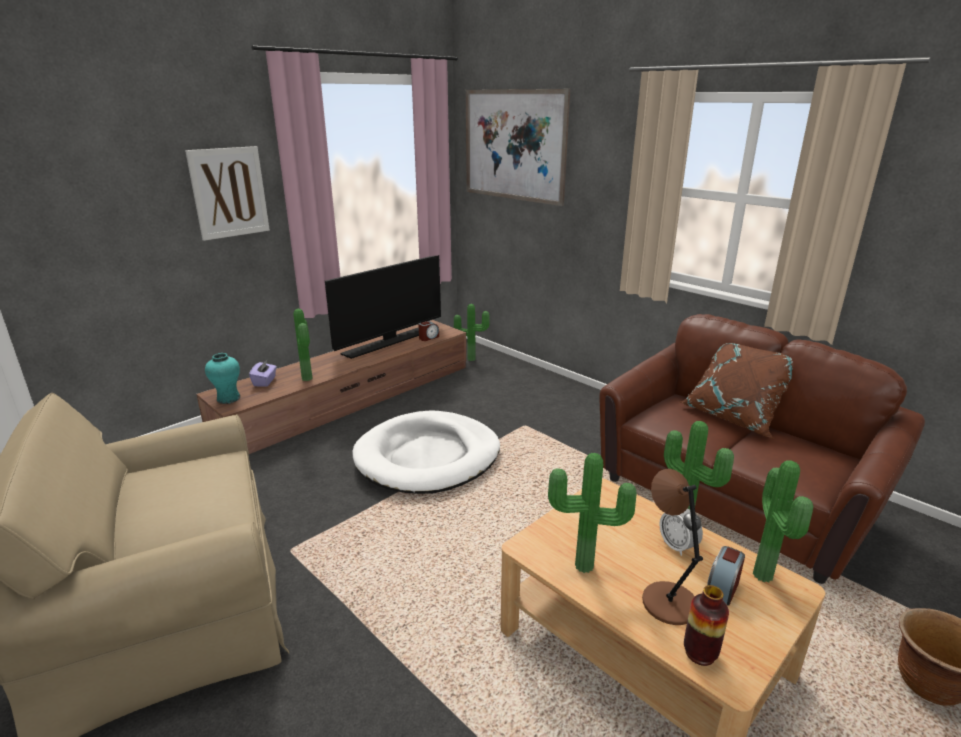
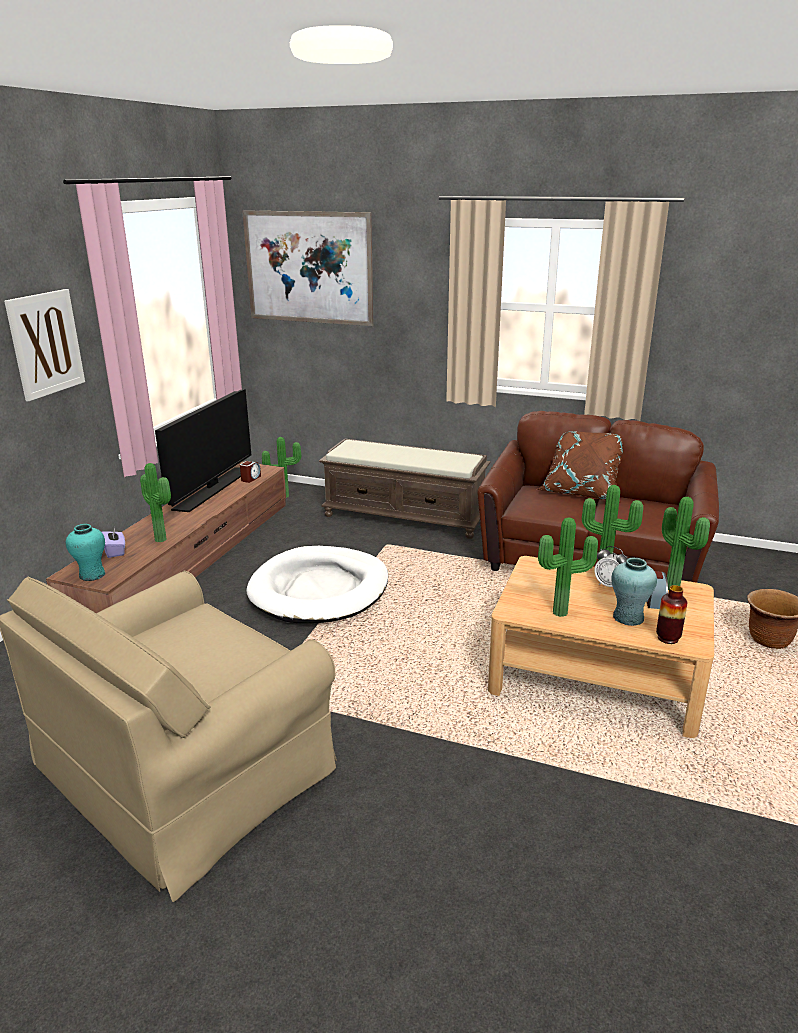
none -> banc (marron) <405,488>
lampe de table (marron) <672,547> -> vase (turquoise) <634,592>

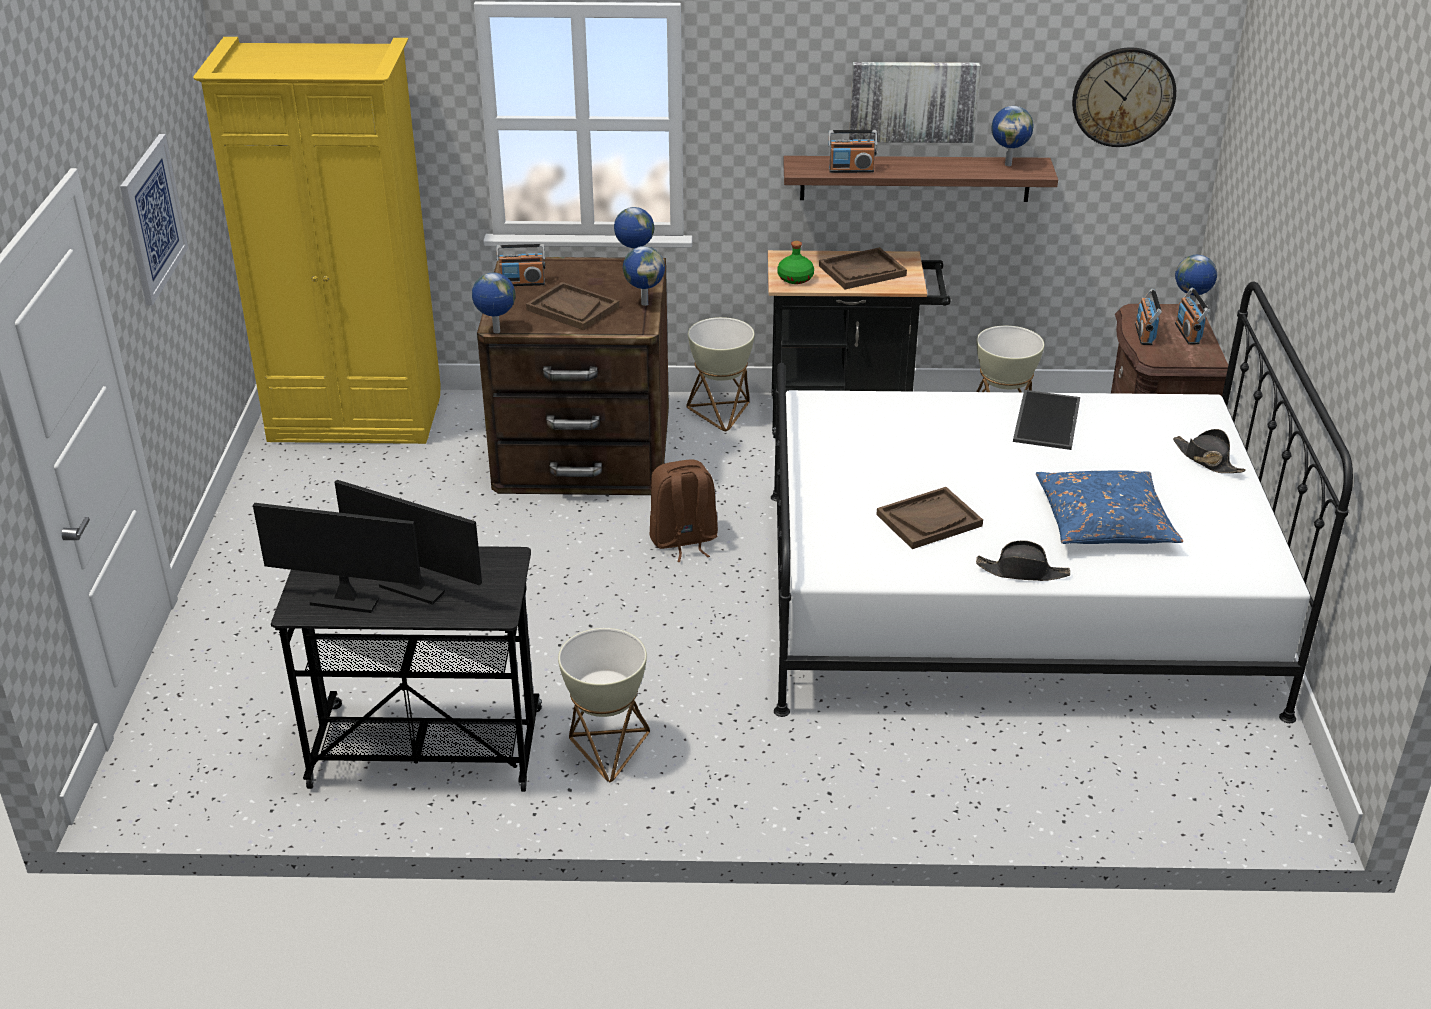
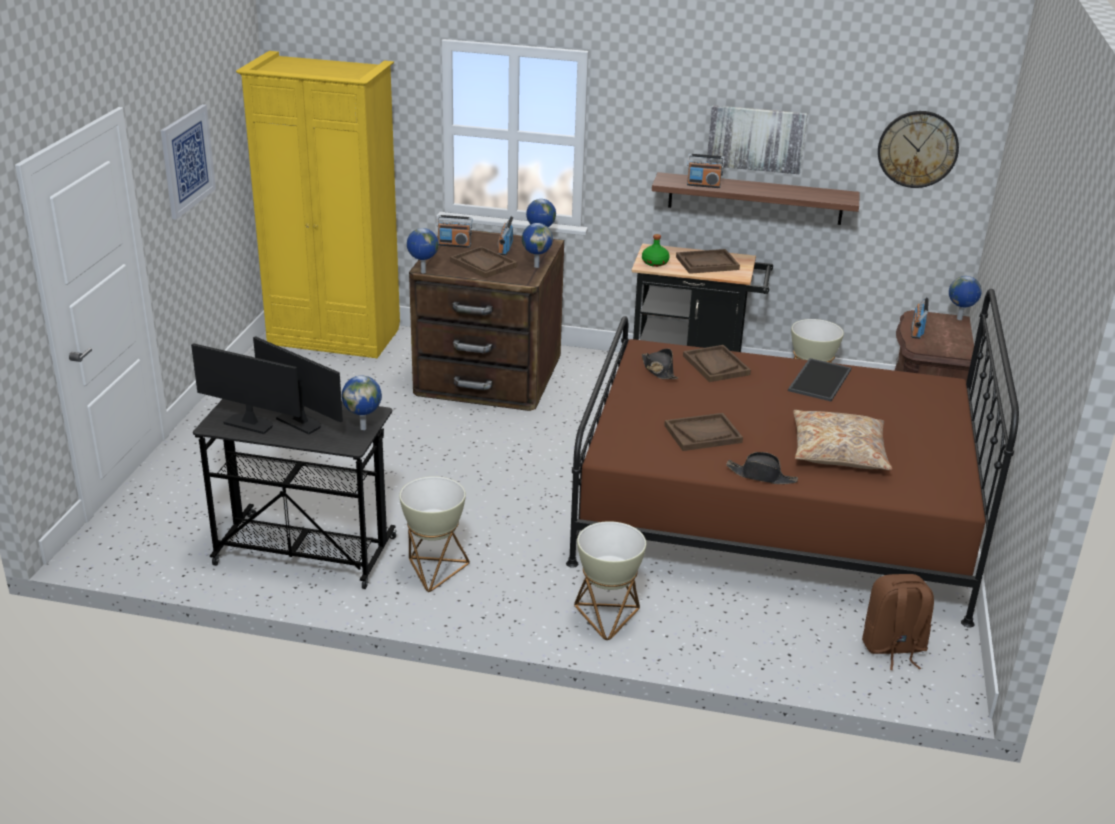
none -> plateau (marron) <717,363>
sac à dos (marron) <684,510> -> sac à dos (marron) <898,622>, shifted
cache-pot <720,374> -> cache-pot <610,580>, shifted
globe <1012,136> -> globe <362,402>, shifted
chapeau (noir) <1209,451> -> chapeau (noir) <659,363>, shifted
radio <1192,316> -> radio <505,235>, shifted
lit (blanc) <1062,502> -> lit (marron) <792,458>
coussin (bleu) <1109,507> -> coussin (beige) <842,440>

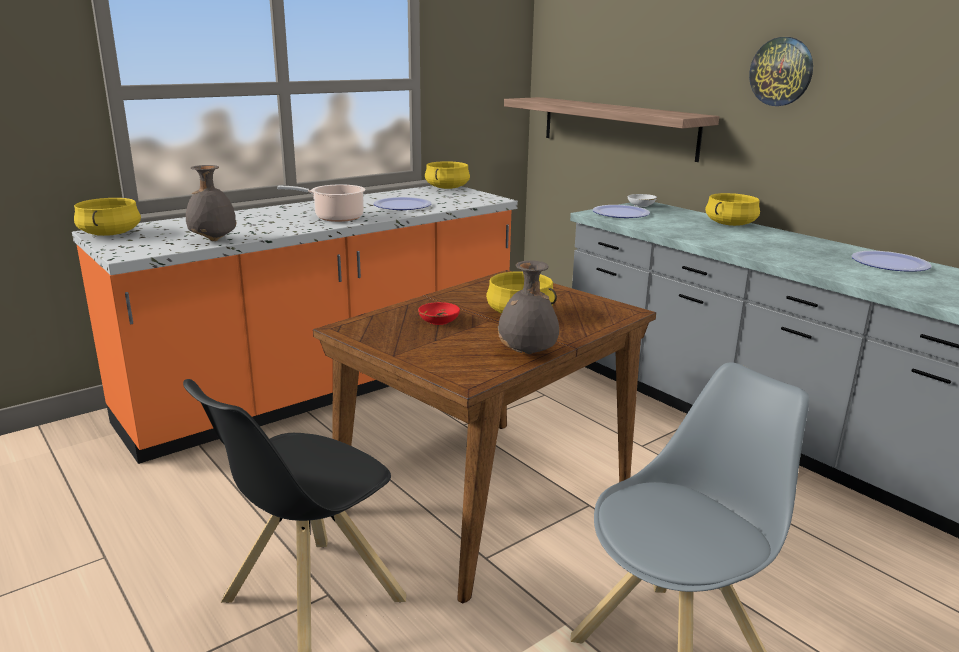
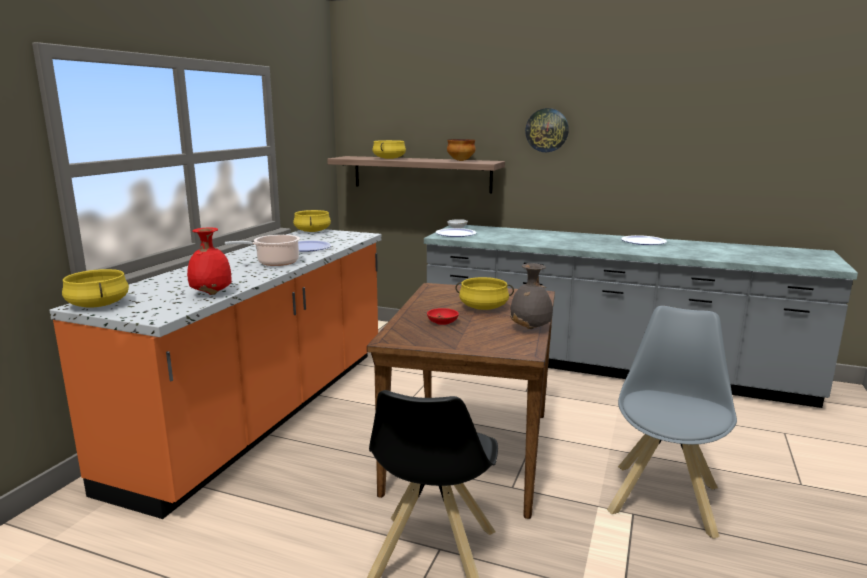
none -> bol <461,150>
marmite (jaune) <732,209> -> marmite (jaune) <389,149>, shifted
vase (gris) <211,203> -> vase (rouge) <209,261>

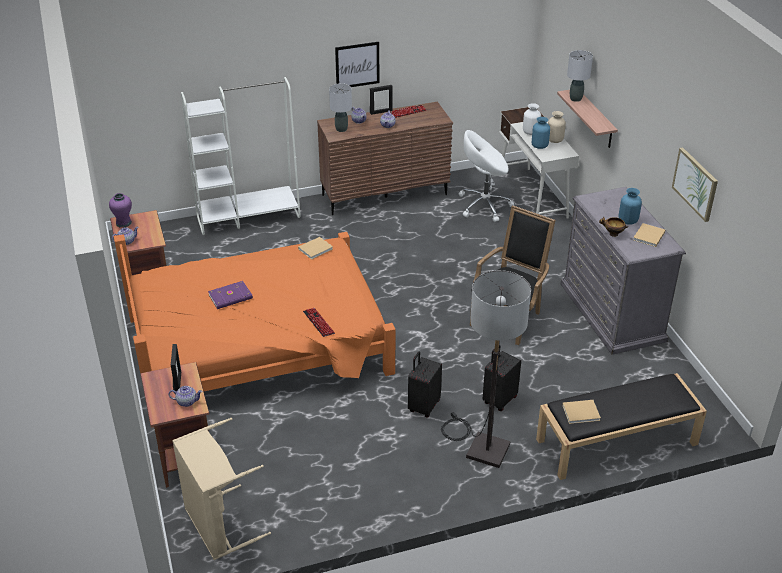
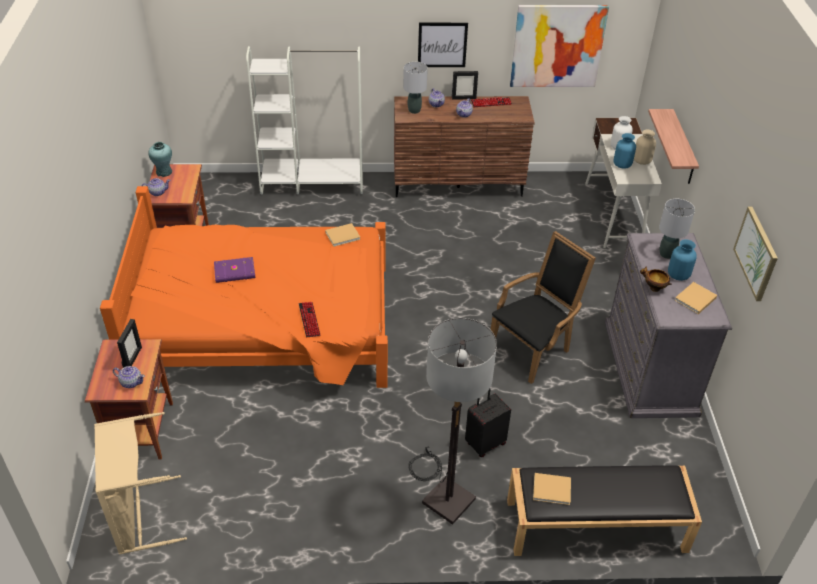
valise (noir) <425,385> -> none
chaise de bureau (blanc) <486,176> -> none
none -> tableau <559,46>
lampe de table (gris) <580,76> -> lampe de table (gris) <677,229>, shifted
vase (violet) <120,210> -> vase (turquoise) <160,159>

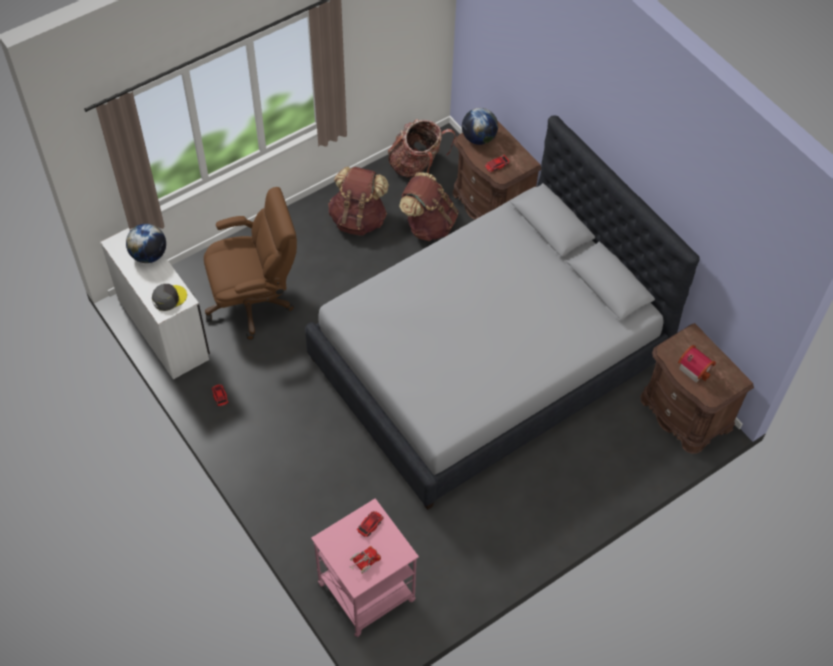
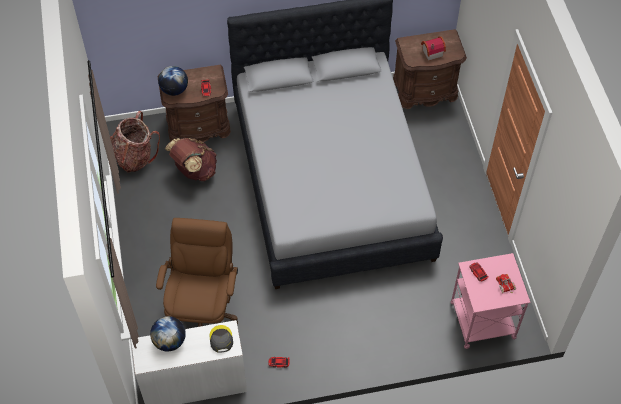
sac à dos (marron) <358,201> -> none

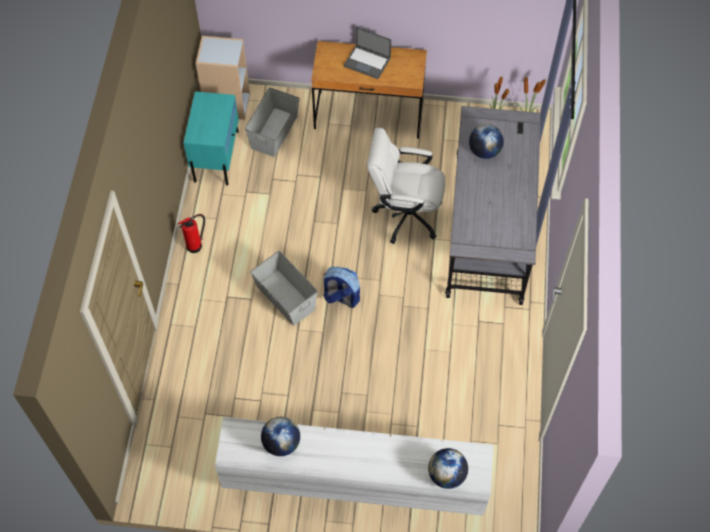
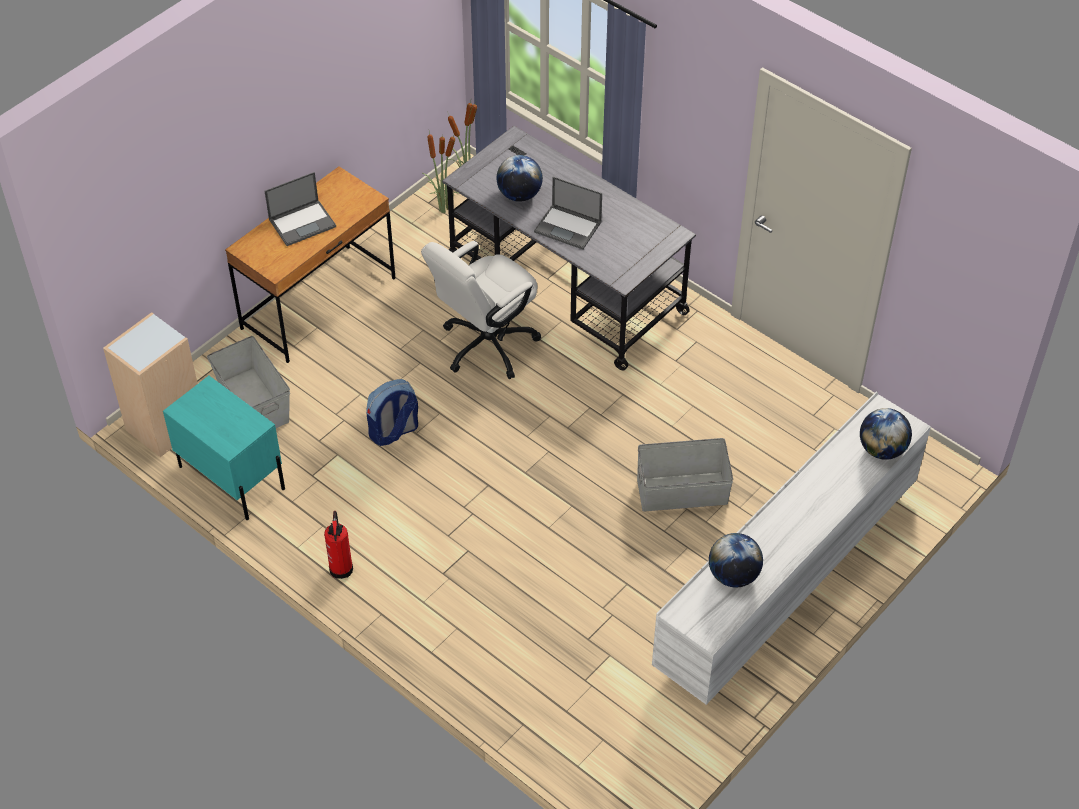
none -> ordinateur portable <568,213>
boîte de rangement (gris) <284,288> -> boîte de rangement (gris) <685,474>, shifted
sac à dos <341,287> -> sac à dos <392,412>, shifted

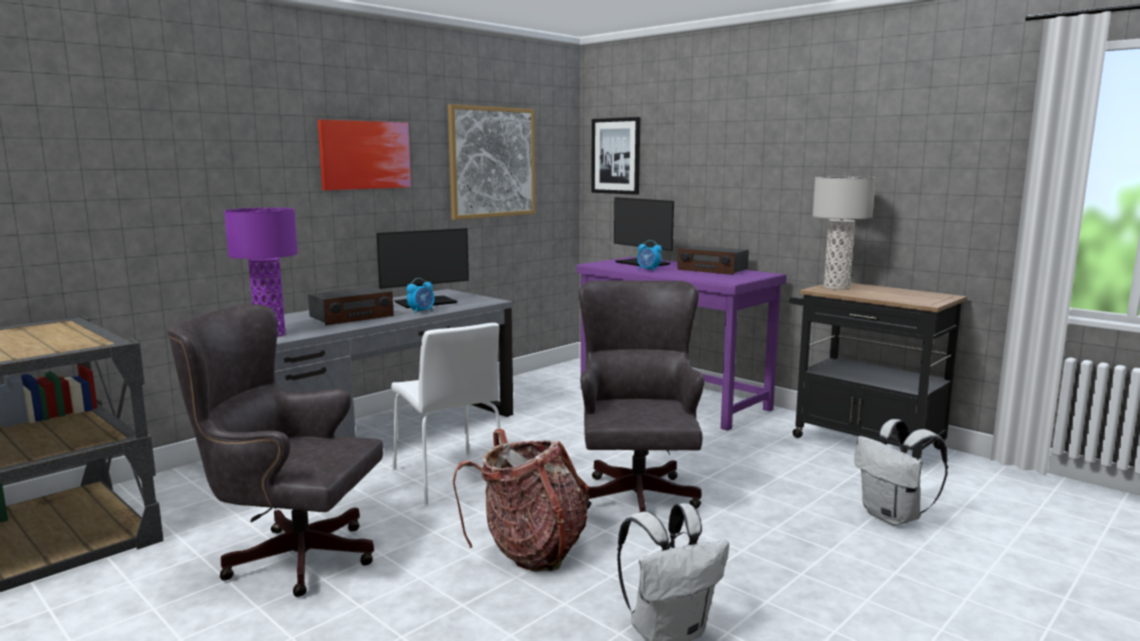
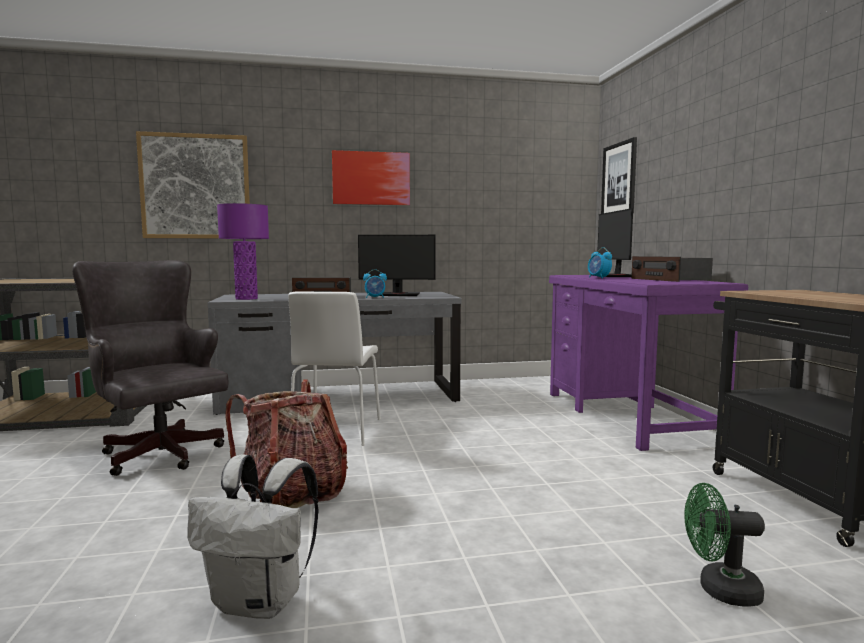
chaise de bureau (gris) <641,396> -> none
lampe de table (blanc) <844,233> -> none
tableau <491,162> -> tableau <193,185>, shifted
sac à dos (blanc) <901,472> -> ventilateur (vert) <724,545>

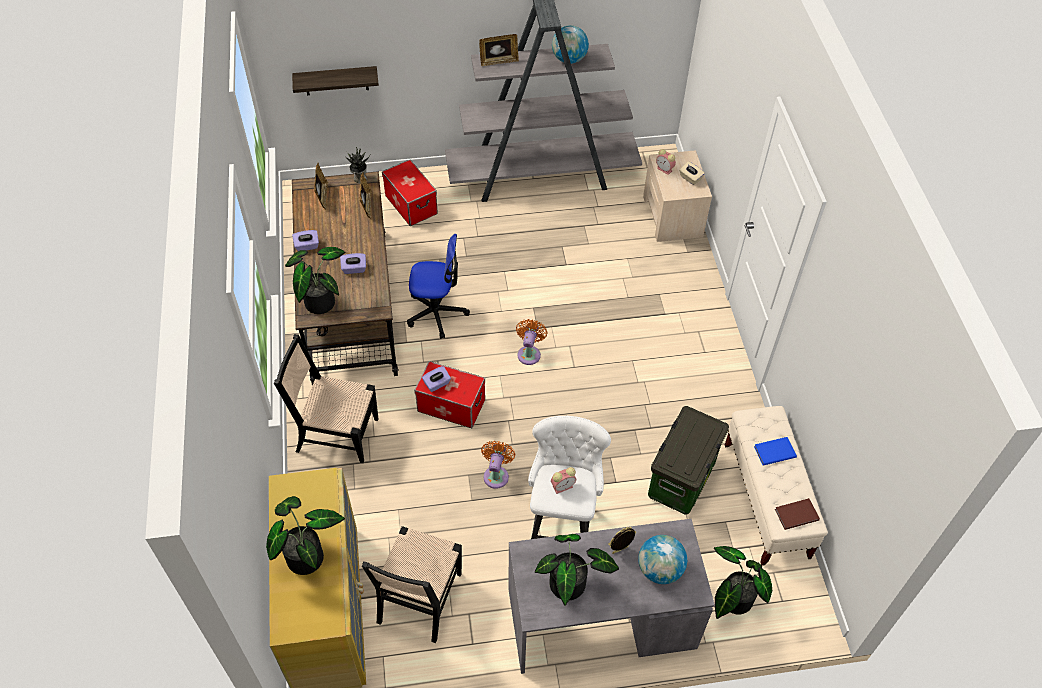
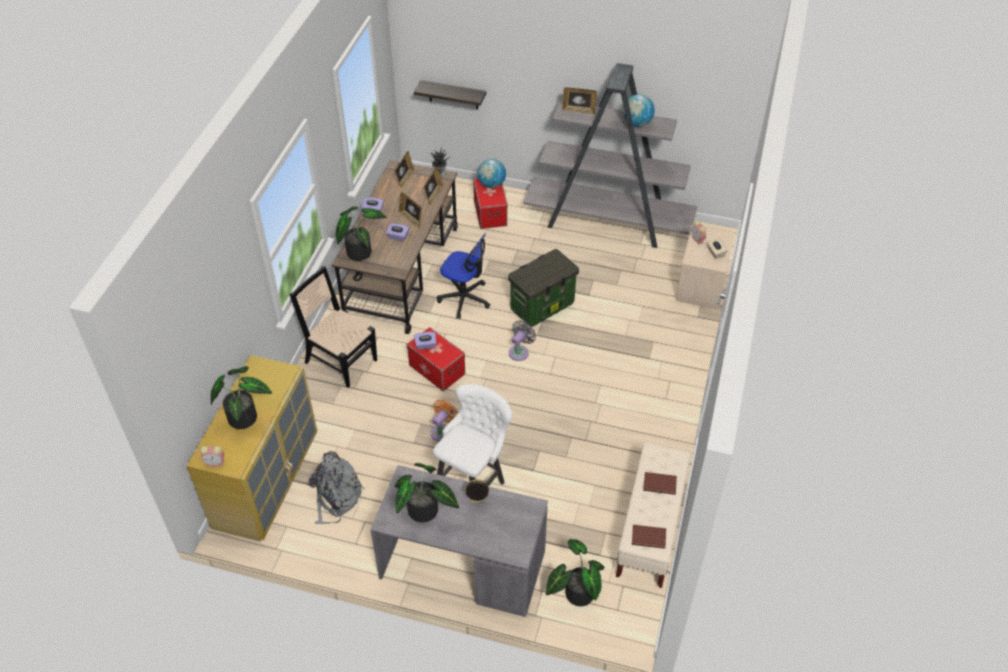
none -> cadre photo <410,210>
réveil <563,480> -> réveil <212,456>, shifted
globe <662,559> -> globe <491,173>, shifted
boîte de rangement <688,460> -> boîte de rangement <543,288>, shifted
chaise <412,584> -> sac à dos (gris) <336,487>
ventilateur (orange) <532,342> -> ventilateur (gris) <522,340>
livre (bleu) <775,451> -> livre (marron) <660,483>

